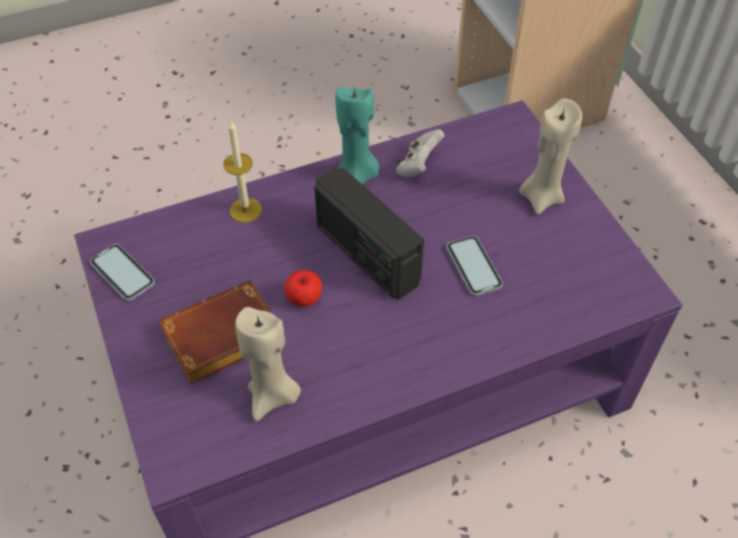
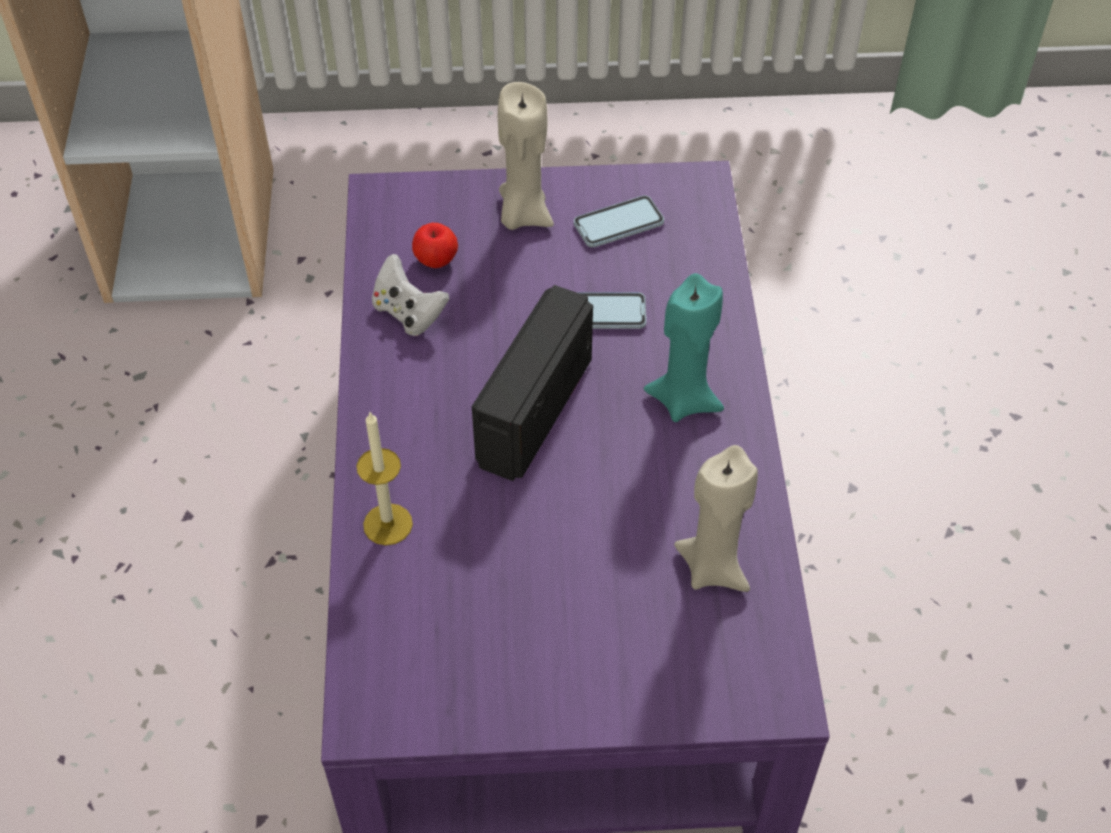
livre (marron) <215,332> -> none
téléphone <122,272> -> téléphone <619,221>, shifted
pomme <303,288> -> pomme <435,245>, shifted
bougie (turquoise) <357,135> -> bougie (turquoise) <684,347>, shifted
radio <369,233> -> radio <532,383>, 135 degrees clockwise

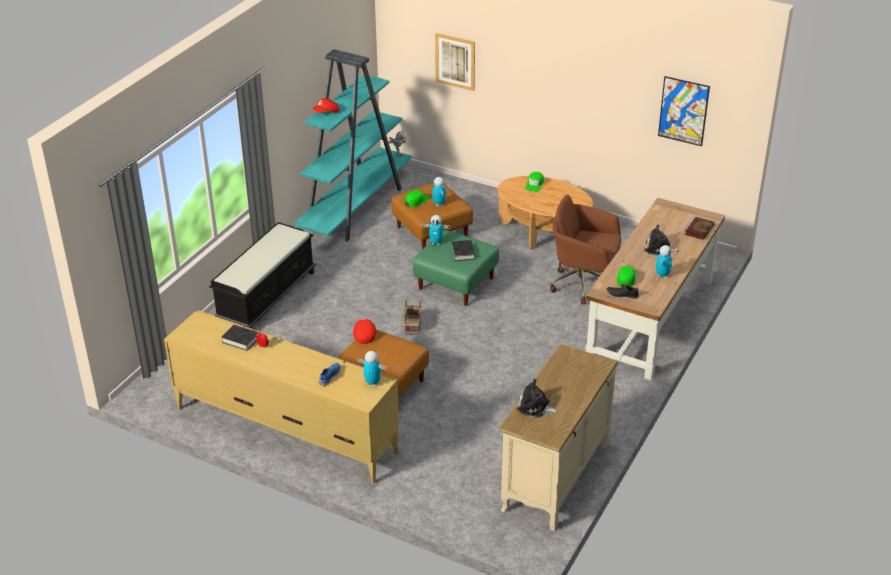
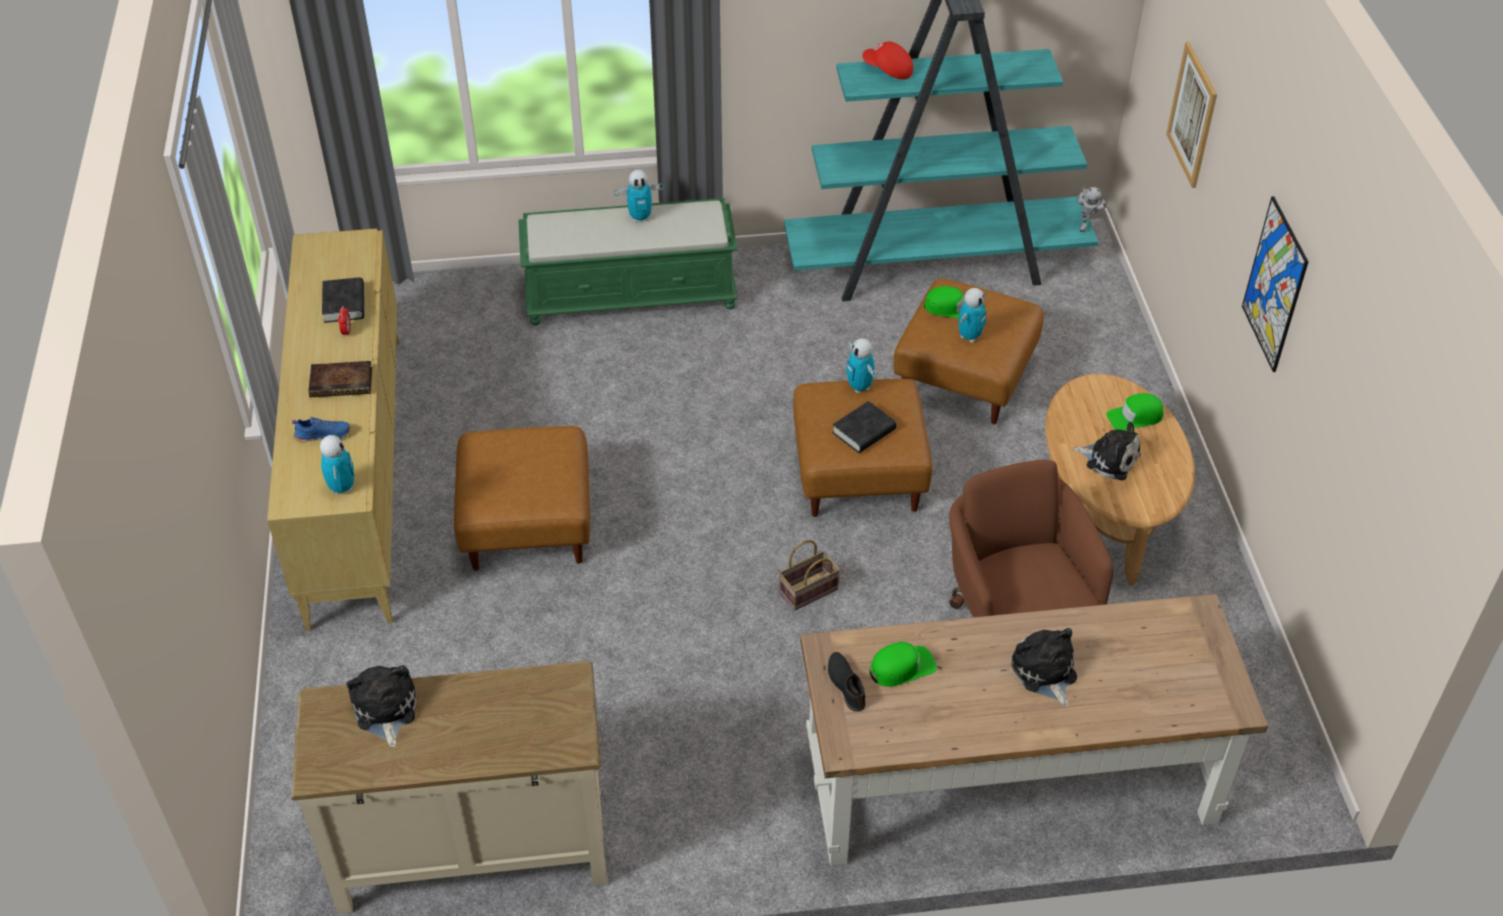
casquette (rouge) <364,331> -> none
none -> peluche <1106,450>
panier <412,317> -> panier <809,575>, shifted
robot jouet <664,261> -> robot jouet <639,196>, shifted
tableau <684,111> -> tableau <1275,284>, shifted
livre <700,228> -> livre <340,379>, shifted
banc (noir) <262,275> -> banc (vert) <628,262>
pouf (vert) <456,268> -> pouf (marron) <863,448>

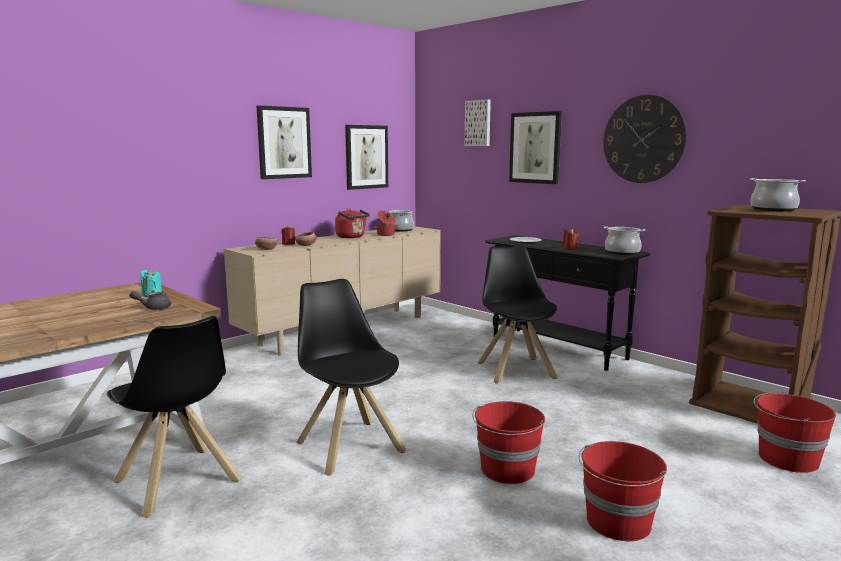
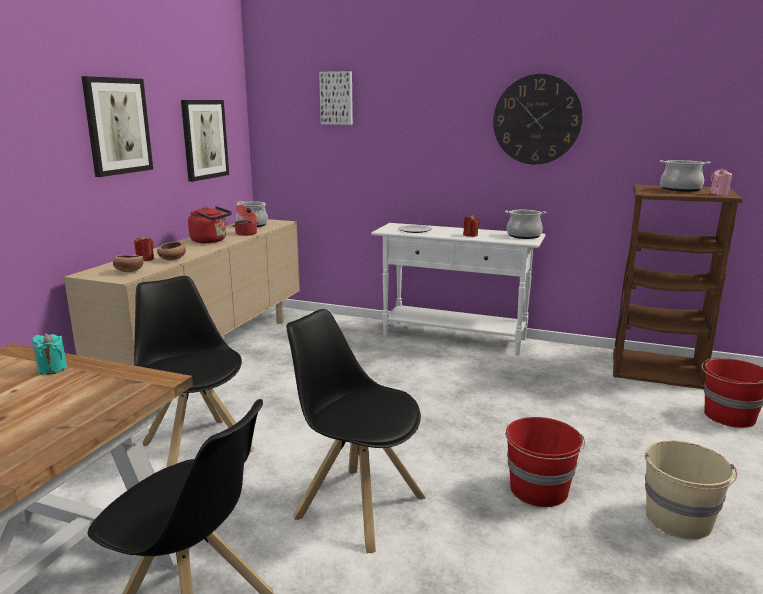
théière (gris) <150,300> -> none
tableau <535,147> -> none
none -> bougie (rose) <721,182>
chaise (noir) <518,314> -> chaise (noir) <194,372>, shifted
table console (noir) <567,303> -> table console (blanc) <458,289>
seau (rouge) <623,491> -> seau (beige) <691,490>

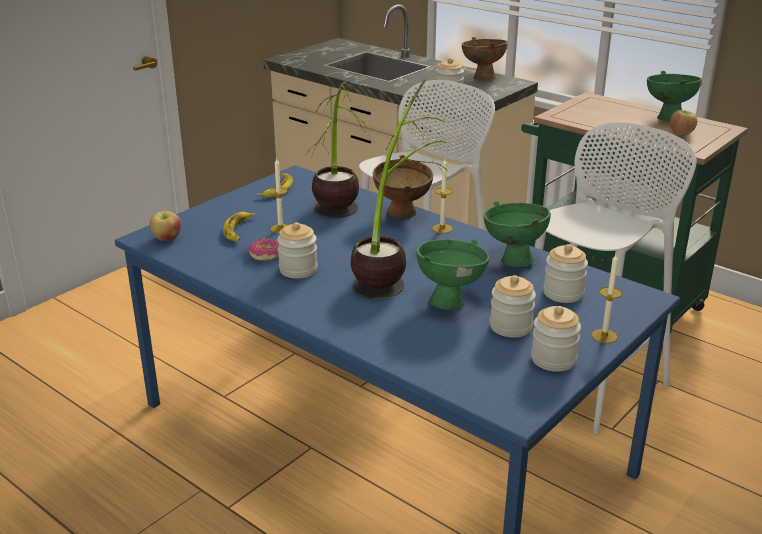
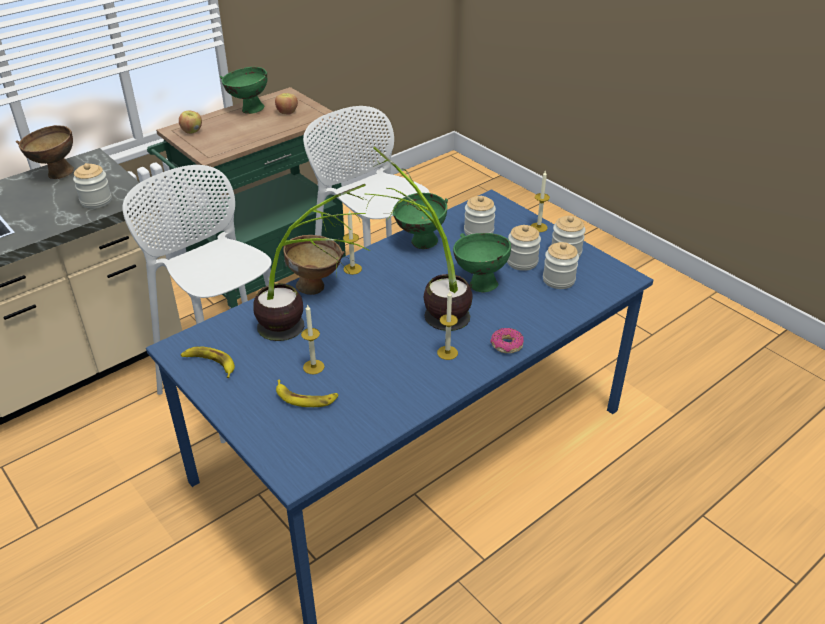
none -> bougie <447,325>
pomme <165,226> -> pomme <190,122>, shifted
beignet <263,249> -> beignet <507,340>, shifted
bocal <297,250> -> bocal <561,265>, shifted

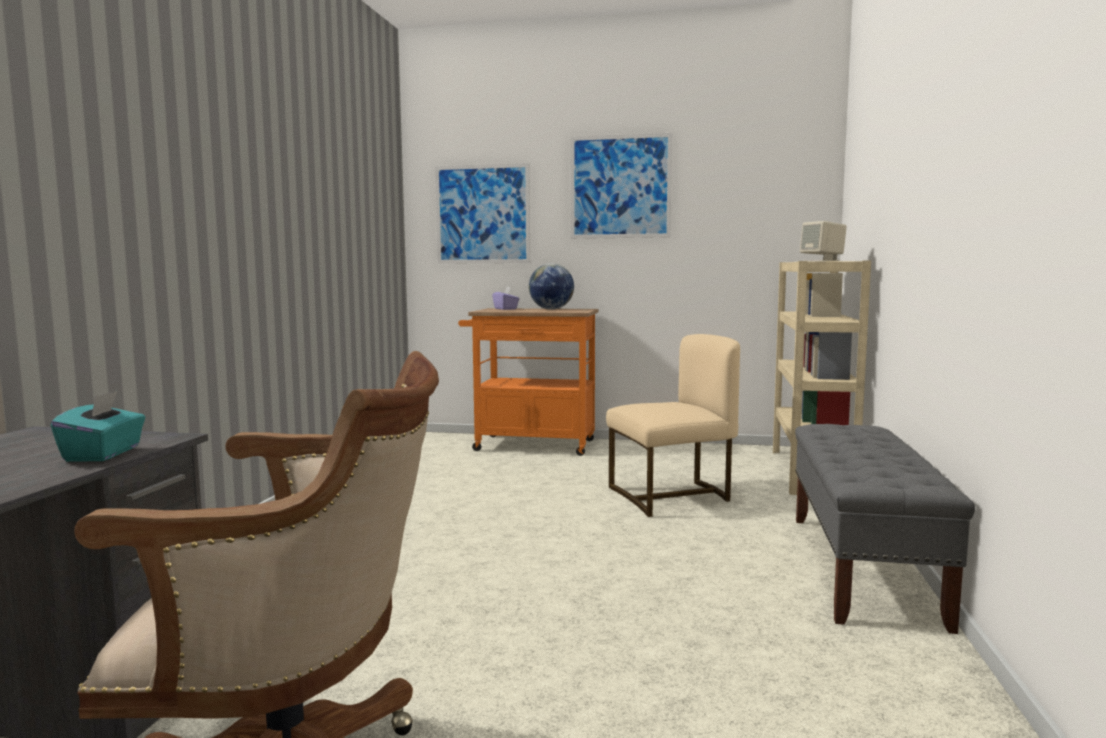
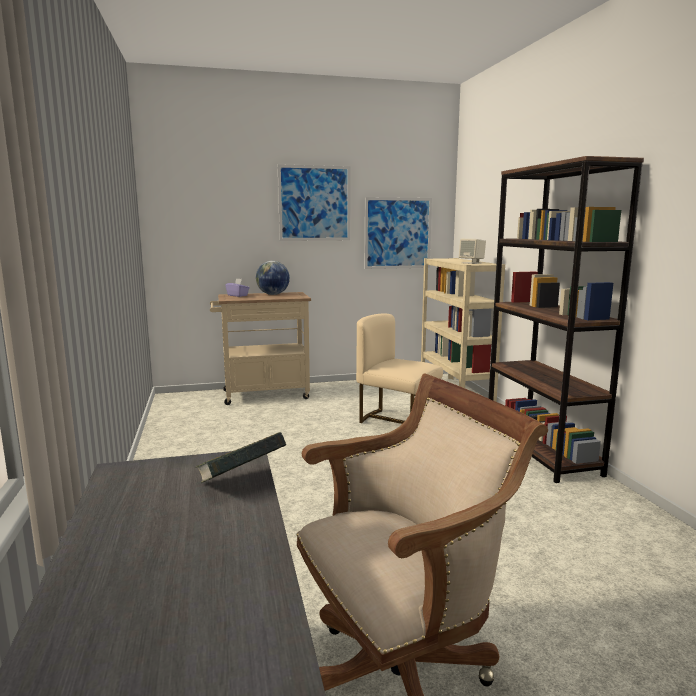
tableau <482,213> -> tableau <398,233>, shifted
boîte à mouchoirs (turquoise) <98,426> -> livre <240,457>
banc (gris) <885,529> -> bibliothèque (marron) <566,319>
chariot (orange) <528,382> -> chariot (beige) <260,348>
chaise (beige) <673,425> -> chaise (beige) <399,368>, 105 degrees counterclockwise

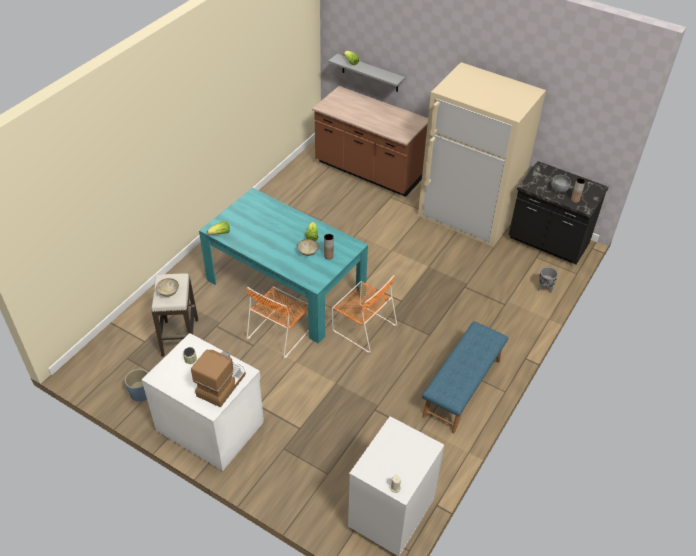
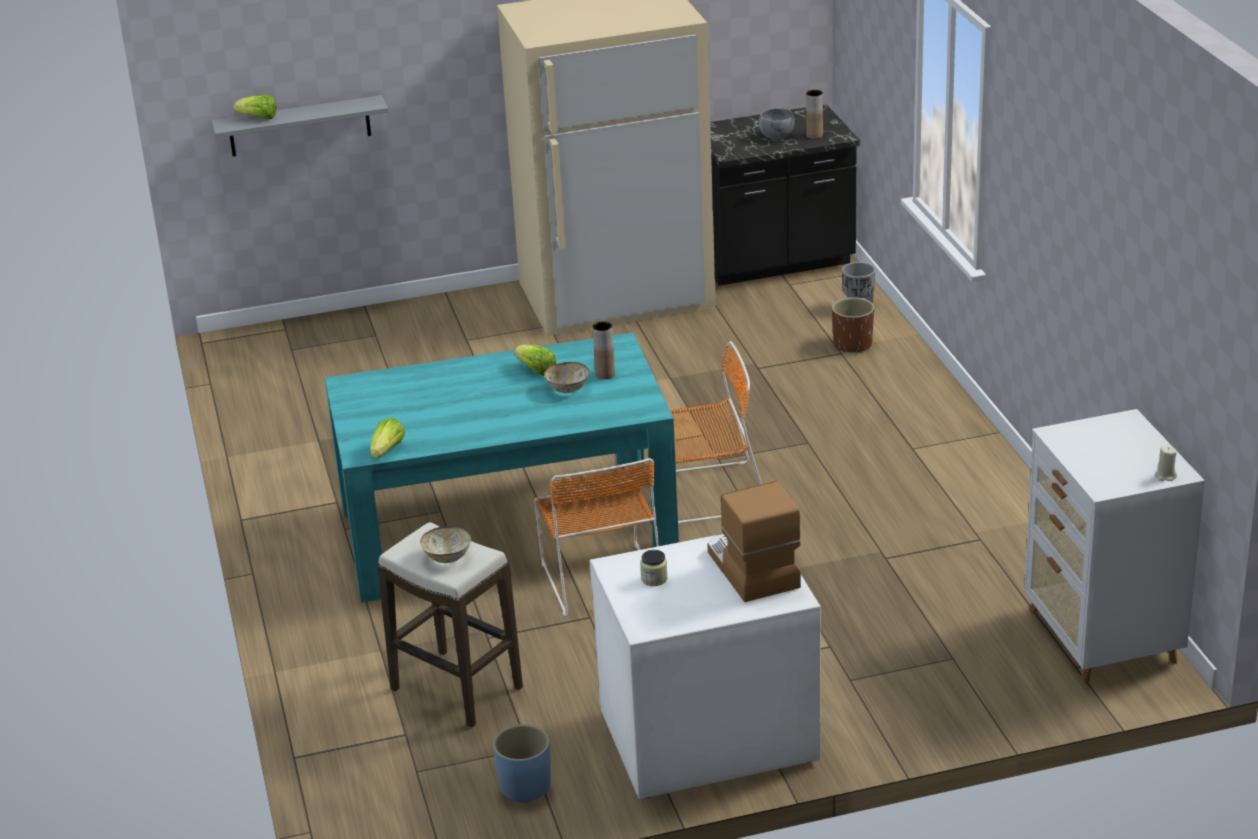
comptoir de cuisine (marron) <370,141> -> none
banc (bleu) <465,377> -> none
none -> cache-pot (marron) <853,325>

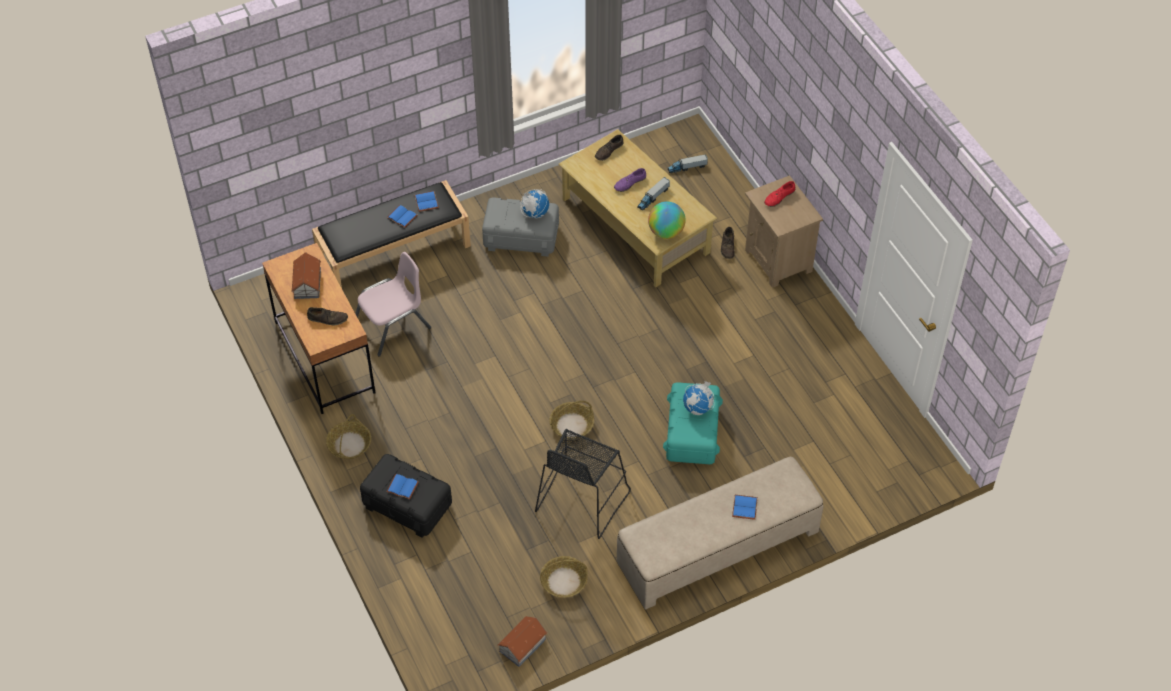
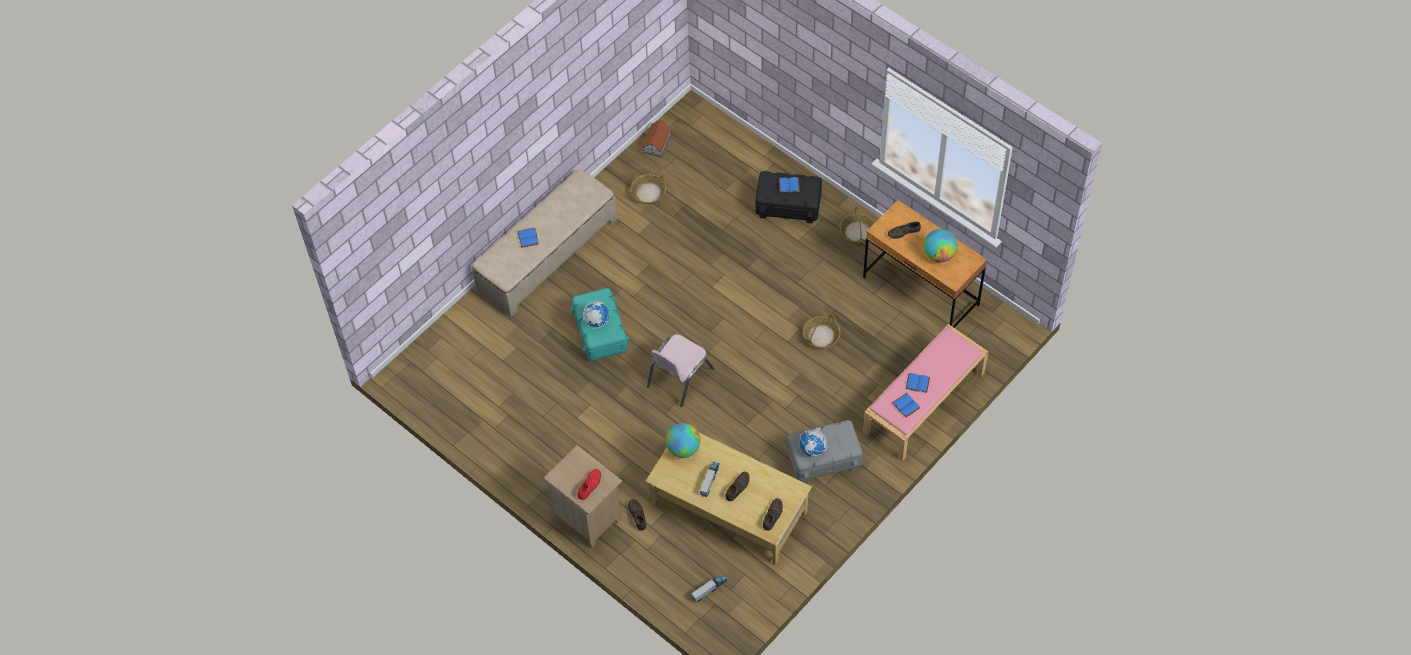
tabouret (noir) <583,484> -> none
chaise (rose) <393,304> -> chaise (rose) <680,370>, shifted
panier <571,420> -> panier <822,330>, shifted
maison miniature <306,275> -> globe <940,246>
banc (noir) <391,234> -> banc (rose) <925,393>
chaussure (violet) <630,180> -> chaussure (marron) <737,486>

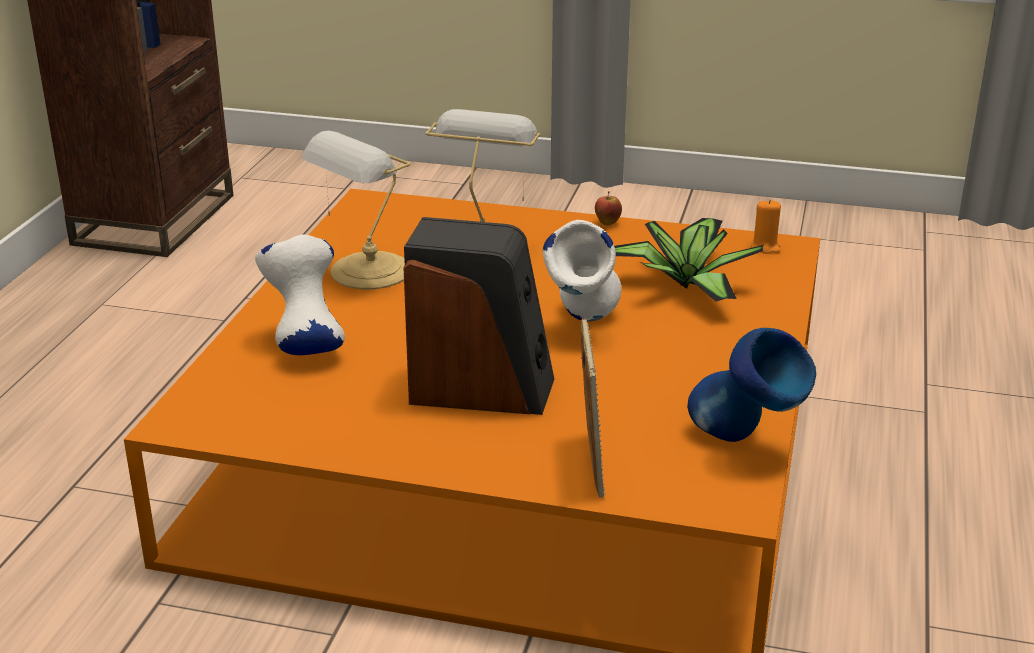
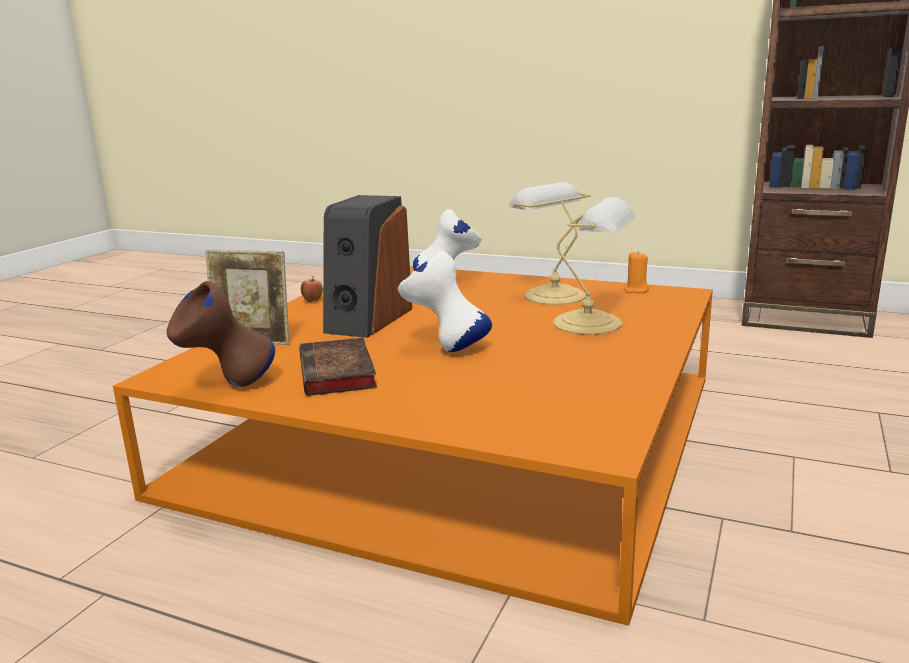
plante en pot <688,260> -> none
none -> livre <338,367>
pomme <608,208> -> pomme <312,289>, shifted
bougie (orange) <766,226> -> bougie (orange) <636,272>, shifted
vase (bleu) <751,385> -> vase (marron) <220,334>

